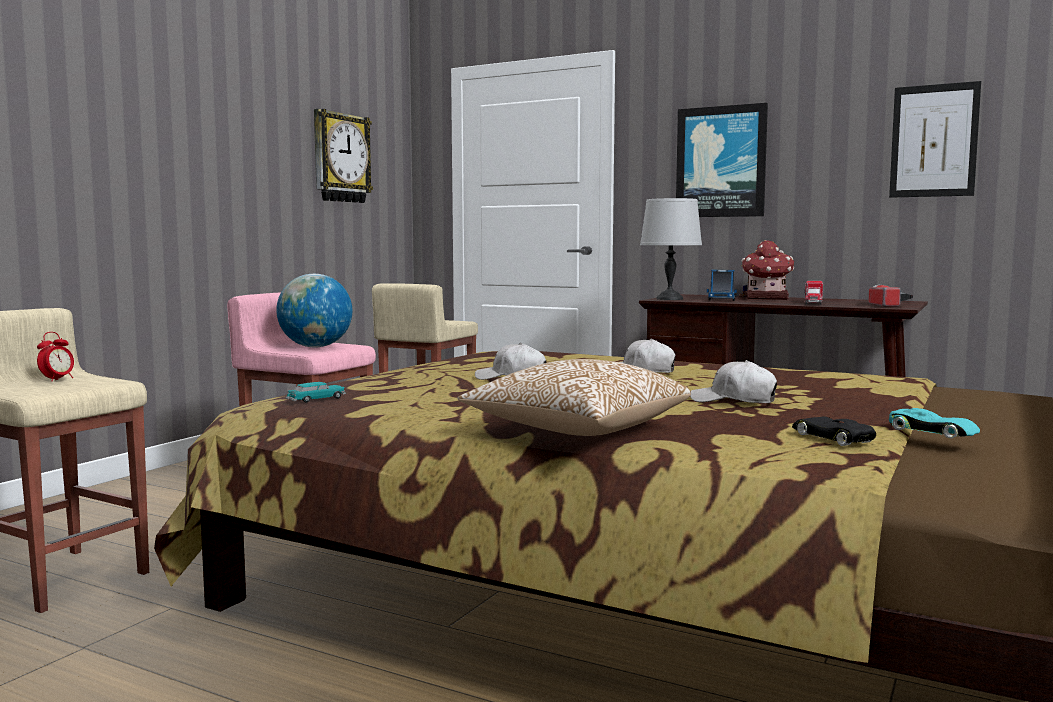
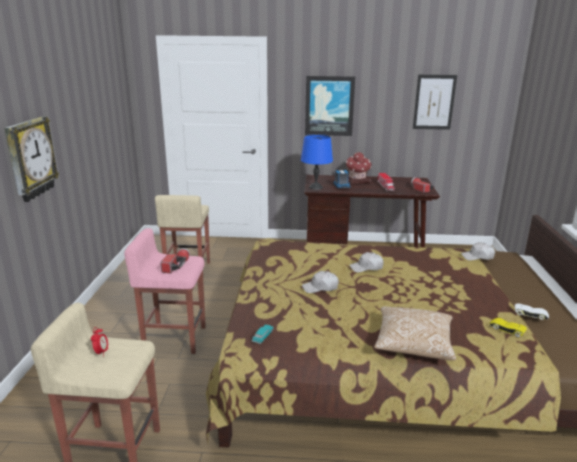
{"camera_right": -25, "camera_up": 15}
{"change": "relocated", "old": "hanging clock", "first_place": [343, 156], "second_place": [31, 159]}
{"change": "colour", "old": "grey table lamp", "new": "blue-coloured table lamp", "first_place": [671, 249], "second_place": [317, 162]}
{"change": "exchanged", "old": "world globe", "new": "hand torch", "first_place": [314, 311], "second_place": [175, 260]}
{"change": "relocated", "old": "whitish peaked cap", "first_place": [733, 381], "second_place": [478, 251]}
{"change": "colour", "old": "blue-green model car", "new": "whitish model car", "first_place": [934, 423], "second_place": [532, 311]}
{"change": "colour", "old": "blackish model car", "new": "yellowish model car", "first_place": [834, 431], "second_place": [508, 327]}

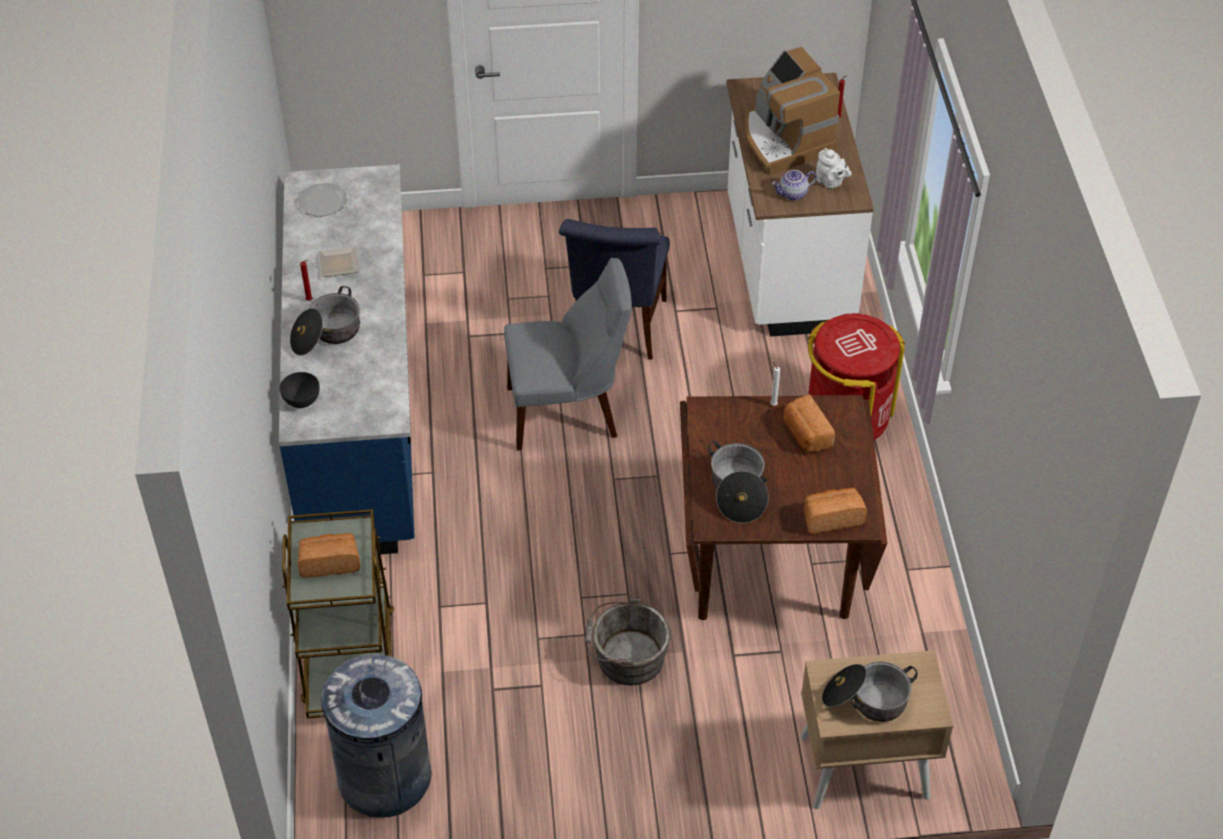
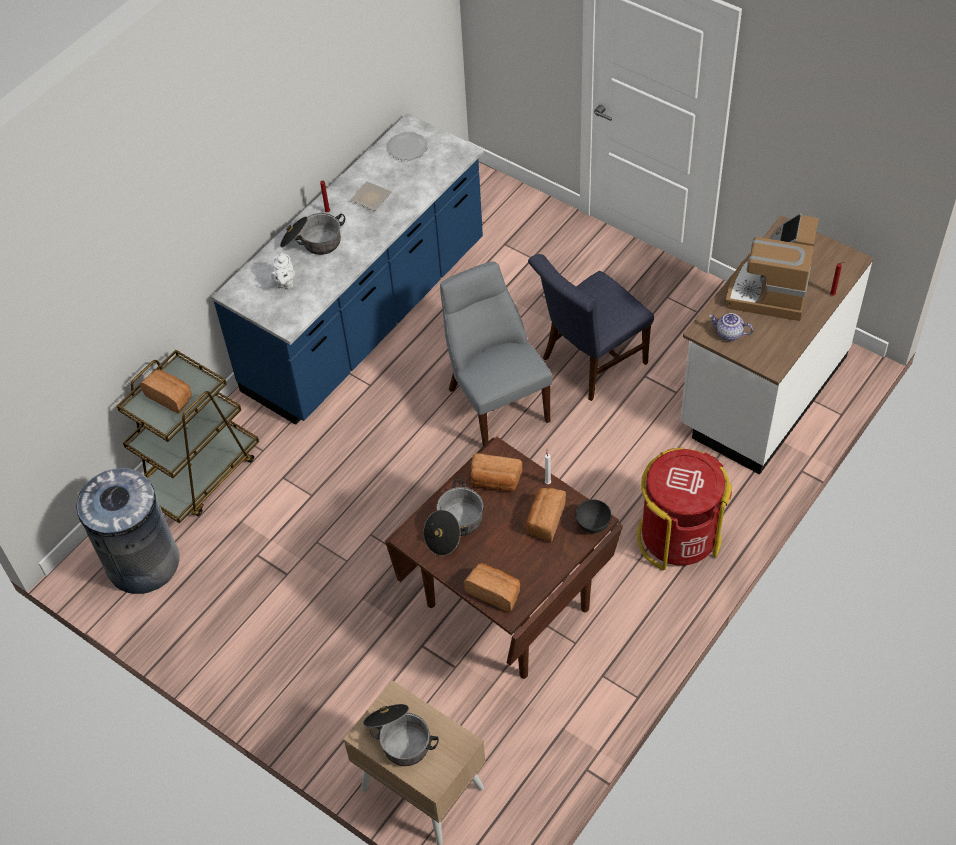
{"camera_right": 45, "camera_up": 5}
{"change": "relocated", "old": "whitish teapot", "first_place": [833, 168], "second_place": [283, 271]}
{"change": "spun", "old": "grey chair", "first_place": [568, 353], "second_place": [496, 353], "degrees": -150}
{"change": "relocated", "old": "grey deep dish", "first_place": [299, 390], "second_place": [593, 516]}
{"change": "missing", "old": "grey bucket", "first_place": [627, 641]}
{"change": "appeared", "new": "baked bread", "second_place": [496, 472]}

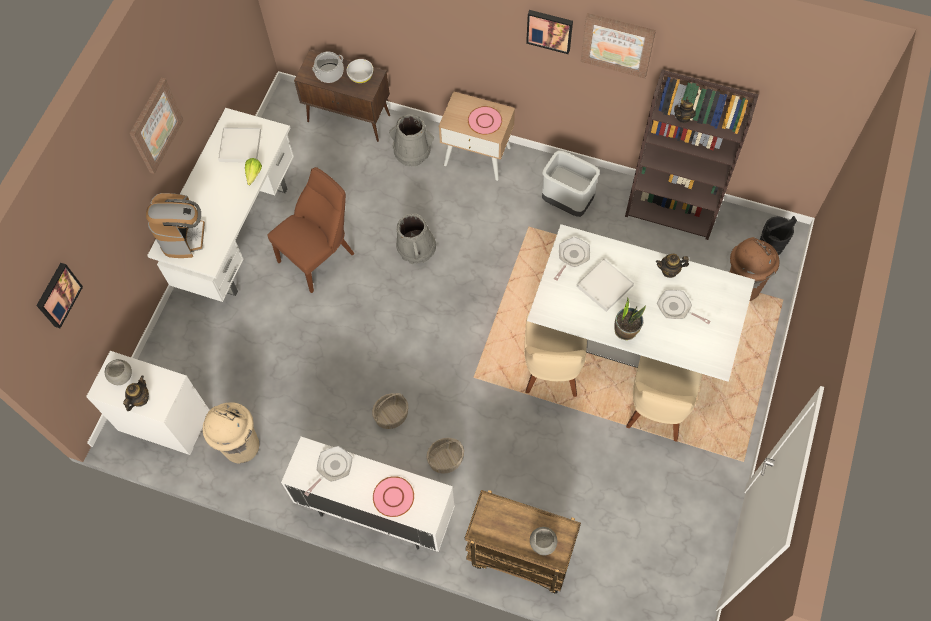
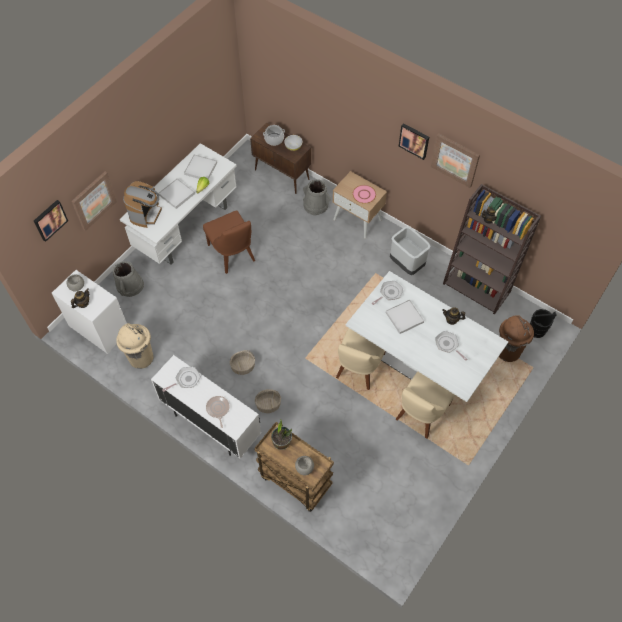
{"camera_right": 15, "camera_up": -5}
{"change": "relocated", "old": "picture", "first_place": [156, 126], "second_place": [94, 201]}
{"change": "spun", "old": "brownish chair", "first_place": [311, 230], "second_place": [229, 242], "degrees": 90}
{"change": "relocated", "old": "grey bucket", "first_place": [416, 238], "second_place": [128, 279]}
{"change": "relocated", "old": "plant in a pot", "first_place": [630, 318], "second_place": [281, 435]}
{"change": "exchanged", "old": "pink flat dish", "new": "skillet", "first_place": [393, 496], "second_place": [218, 412]}
{"change": "appeared", "new": "whitish tray", "second_place": [176, 194]}

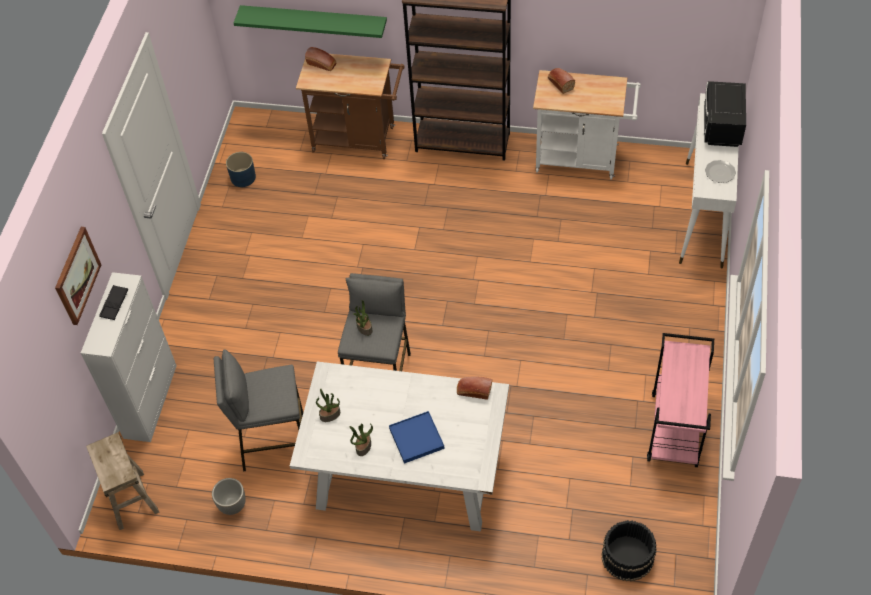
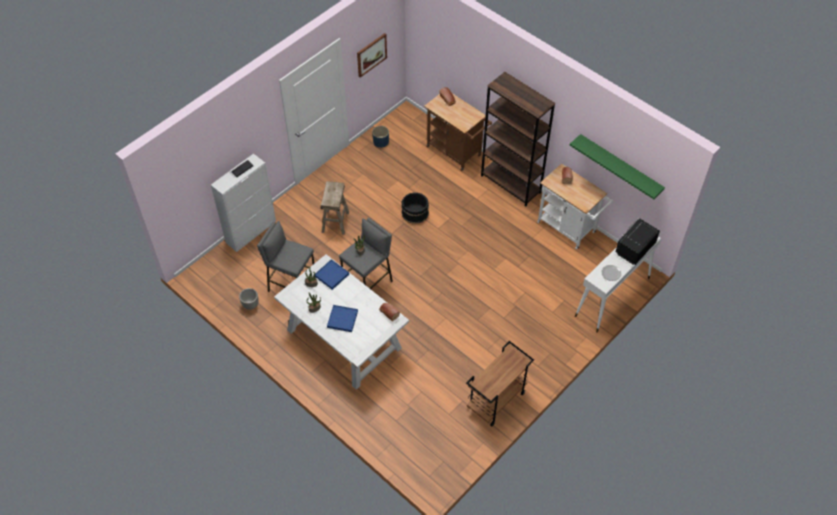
{"camera_right": 30, "camera_up": 0}
{"change": "relocated", "old": "green shelf", "first_place": [310, 21], "second_place": [617, 166]}
{"change": "relocated", "old": "picture", "first_place": [78, 276], "second_place": [372, 55]}
{"change": "colour", "old": "pink wheeled cart", "new": "brownish wheeled cart", "first_place": [680, 400], "second_place": [500, 383]}
{"change": "relocated", "old": "beige-coloured sitting stool", "first_place": [122, 481], "second_place": [335, 208]}
{"change": "relocated", "old": "blackish bucket", "first_place": [629, 551], "second_place": [415, 208]}
{"change": "appeared", "new": "blue-coloured tray", "second_place": [331, 274]}

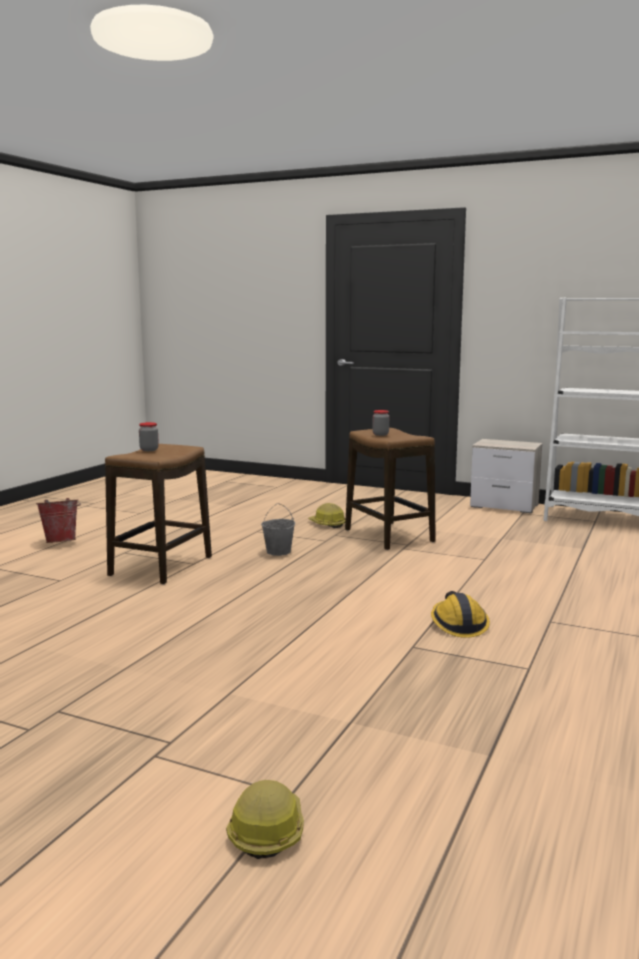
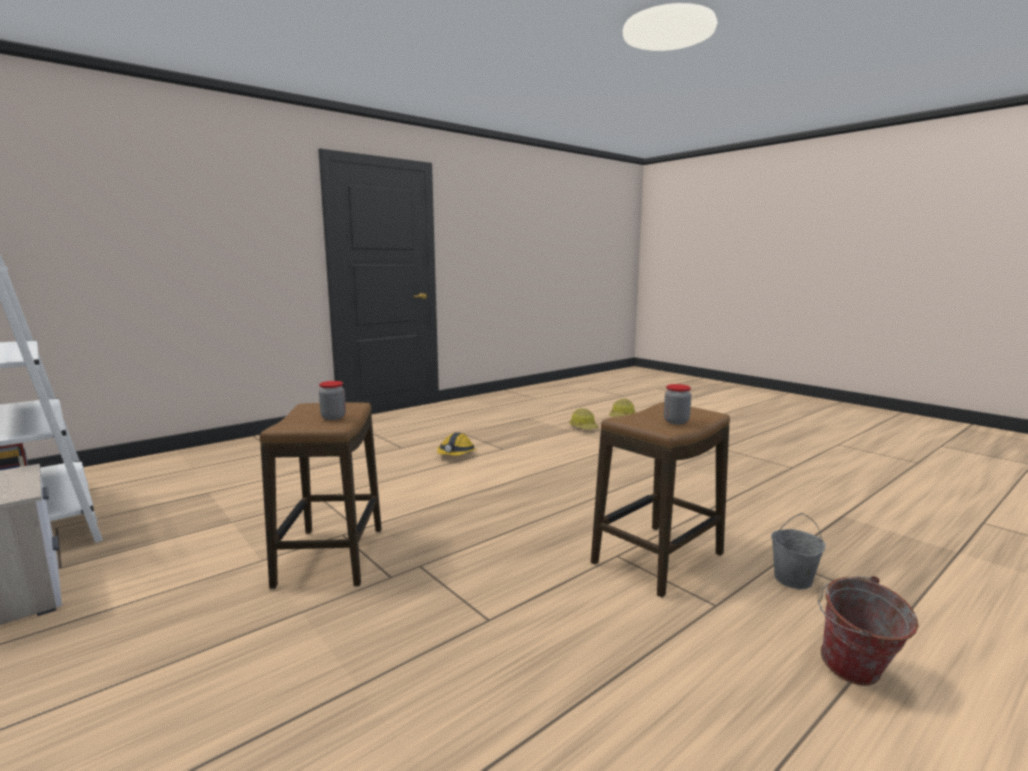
{"camera_right": -155, "camera_up": 0}
{"change": "relocated", "old": "grey bucket", "first_place": [278, 529], "second_place": [798, 551]}
{"change": "relocated", "old": "work helmet", "first_place": [327, 515], "second_place": [583, 418]}

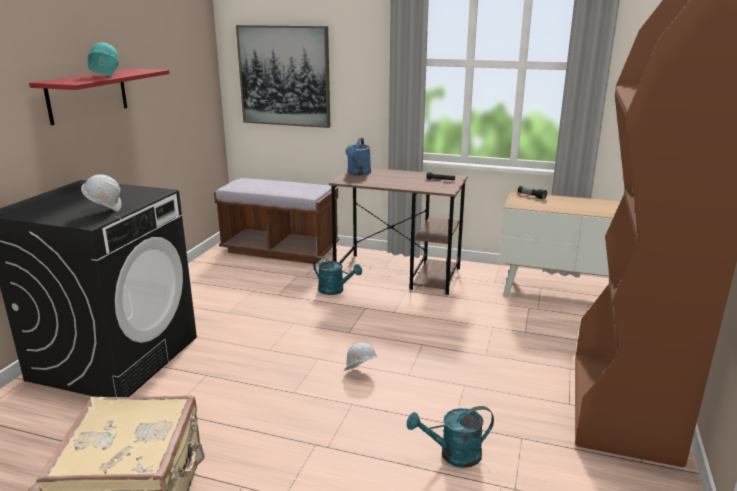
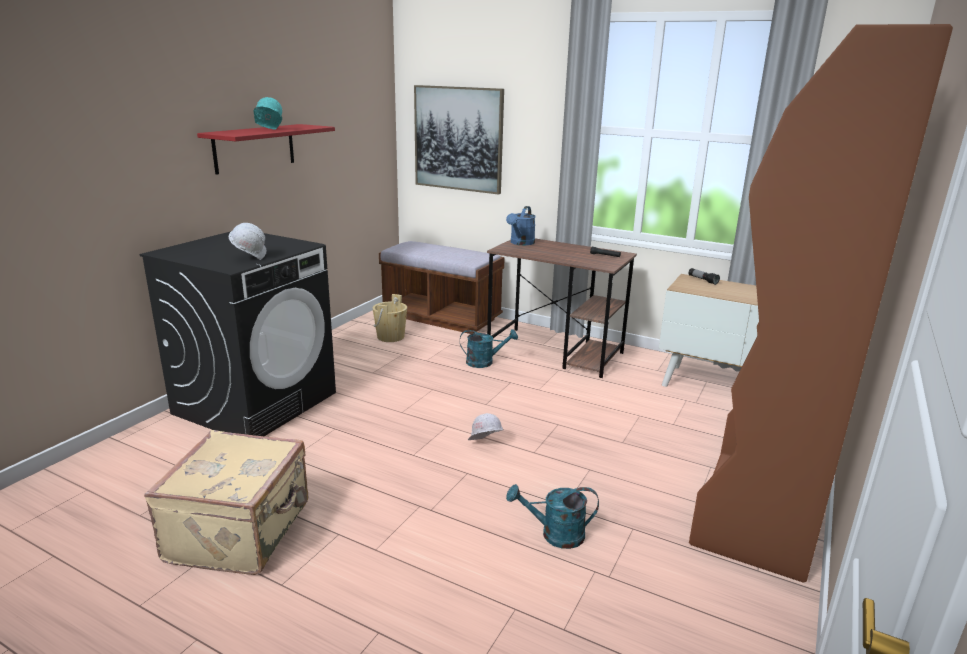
{"camera_right": 10, "camera_up": 0}
{"change": "spun", "old": "blue-green watering pot", "first_place": [337, 275], "second_place": [489, 349], "degrees": -45}
{"change": "appeared", "new": "beige-coloured bucket", "second_place": [390, 318]}

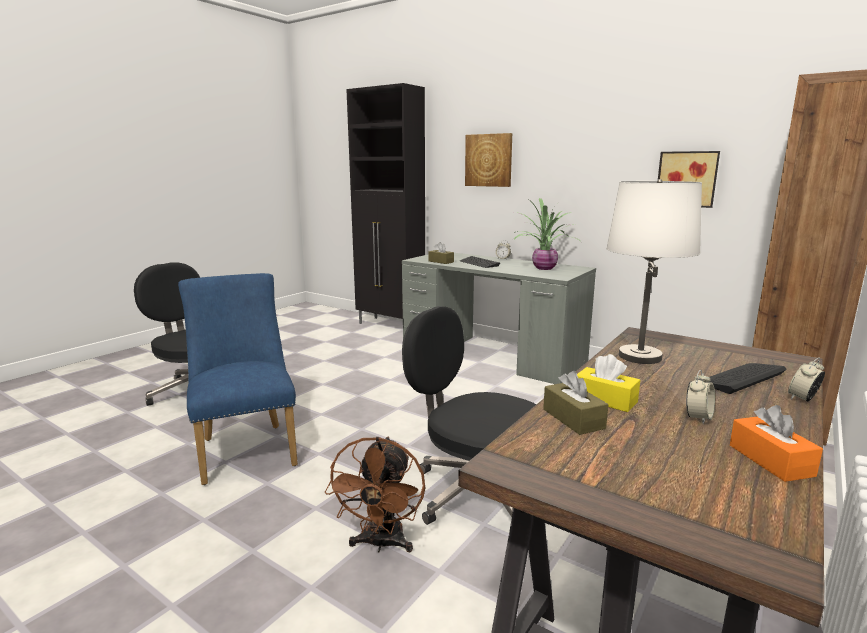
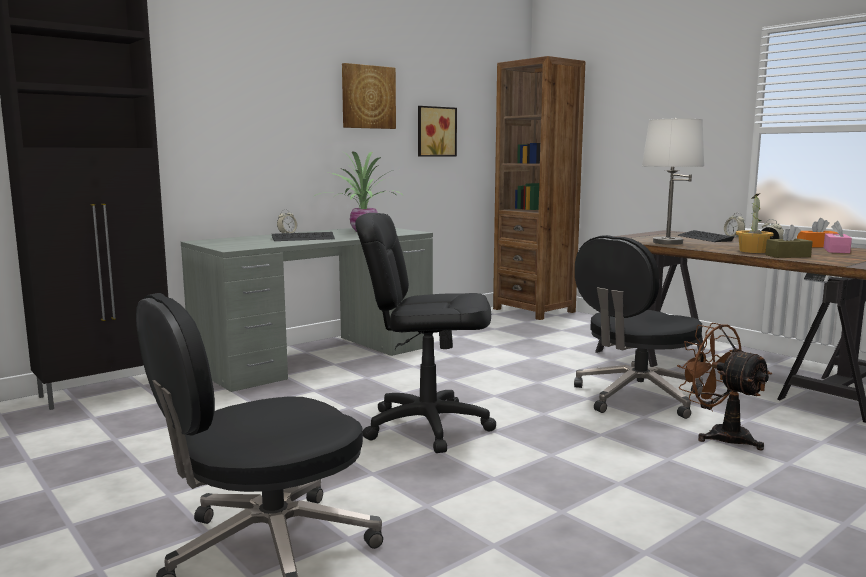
{"camera_right": -75, "camera_up": -5}
{"change": "relocated", "old": "picture", "first_place": [488, 160], "second_place": [369, 96]}
{"change": "missing", "old": "brownish tissue holder", "first_place": [441, 253]}
{"change": "missing", "old": "blue-coloured chair", "first_place": [238, 379]}
{"change": "exchanged", "old": "yellowish tissue holder", "new": "plant in a pot", "first_place": [608, 383], "second_place": [755, 223]}
{"change": "spun", "old": "brownish electric fan", "first_place": [375, 494], "second_place": [724, 386], "degrees": -150}
{"change": "appeared", "new": "blackish computer chair", "second_place": [425, 333]}
{"change": "appeared", "new": "pink tissue holder", "second_place": [837, 237]}

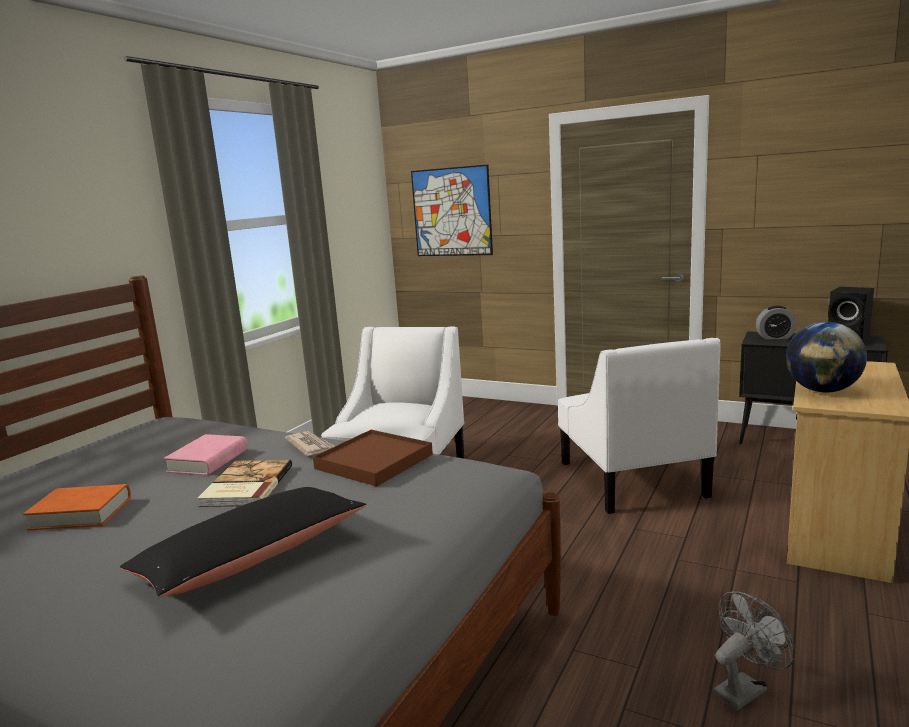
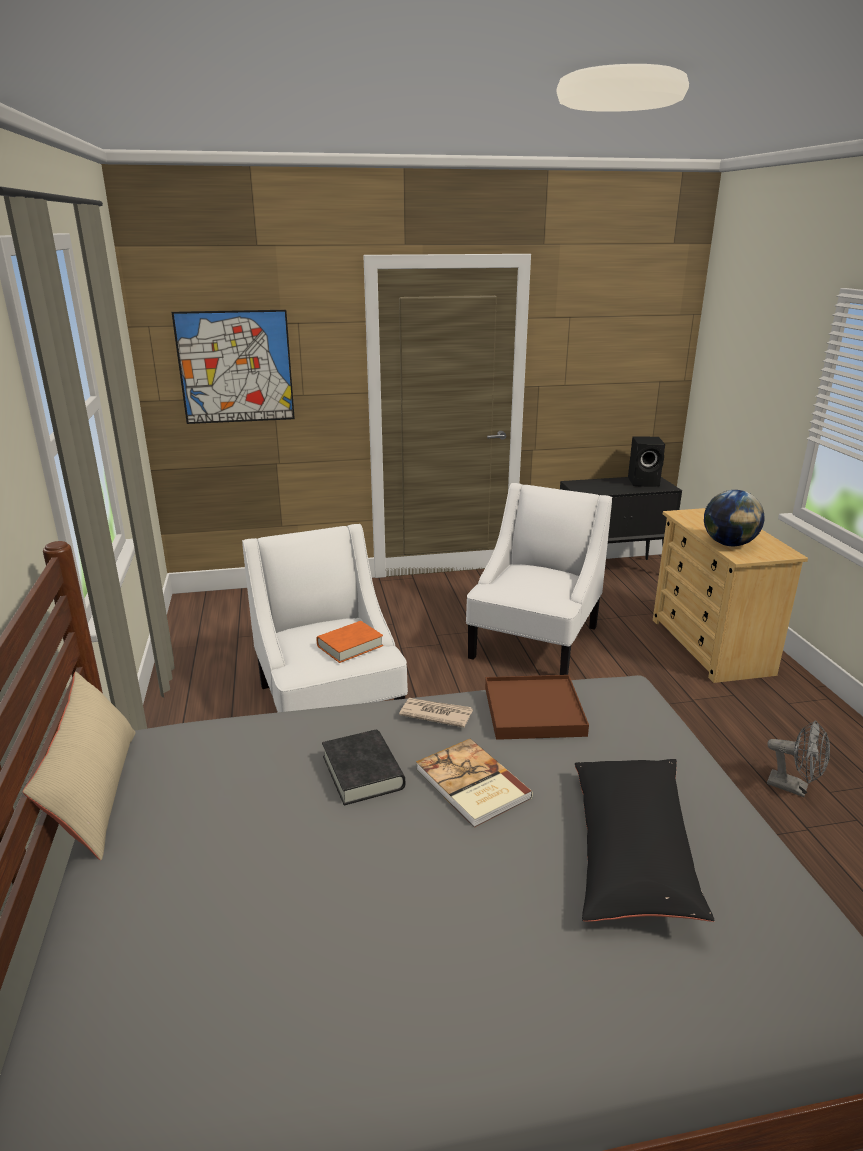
{"camera_right": -40, "camera_up": 10}
{"change": "missing", "old": "alarm clock", "first_place": [776, 322]}
{"change": "spun", "old": "whitish armchair", "first_place": [639, 426], "second_place": [539, 579], "degrees": -105}
{"change": "colour", "old": "pink book", "new": "blackish book", "first_place": [206, 454], "second_place": [363, 768]}
{"change": "relocated", "old": "orange book", "first_place": [77, 507], "second_place": [349, 642]}
{"change": "spun", "old": "grey electric fan", "first_place": [754, 651], "second_place": [798, 758], "degrees": 105}
{"change": "appeared", "new": "beige-coloured throw pillow", "second_place": [79, 765]}

